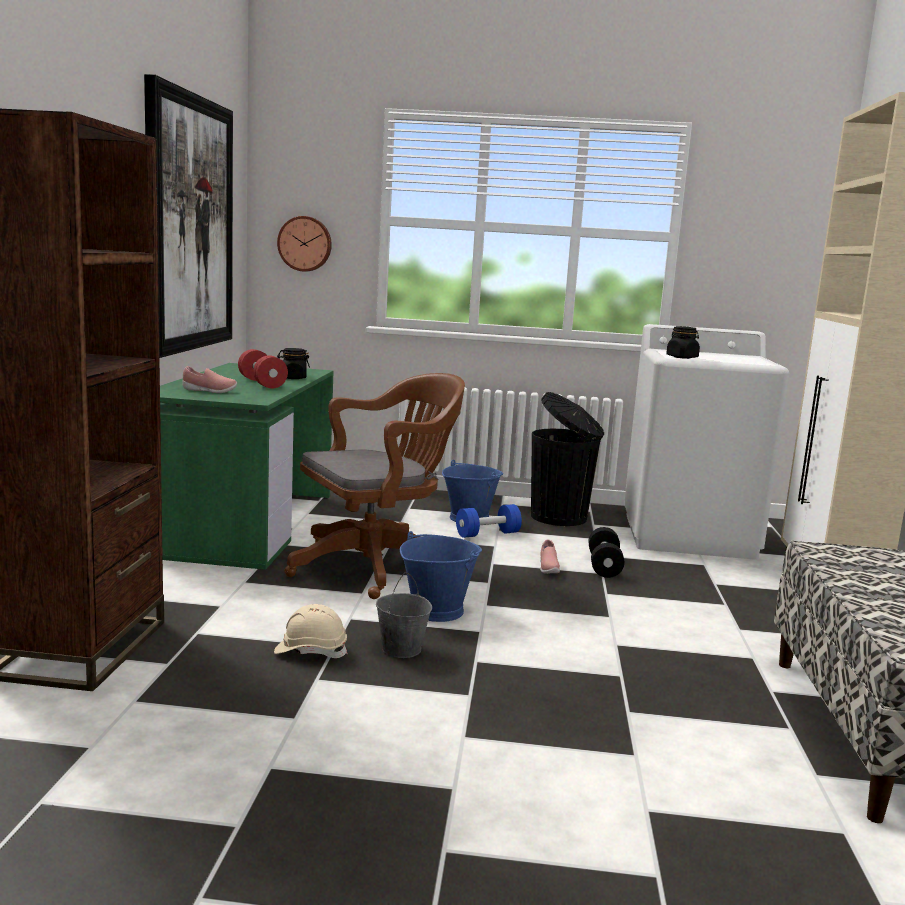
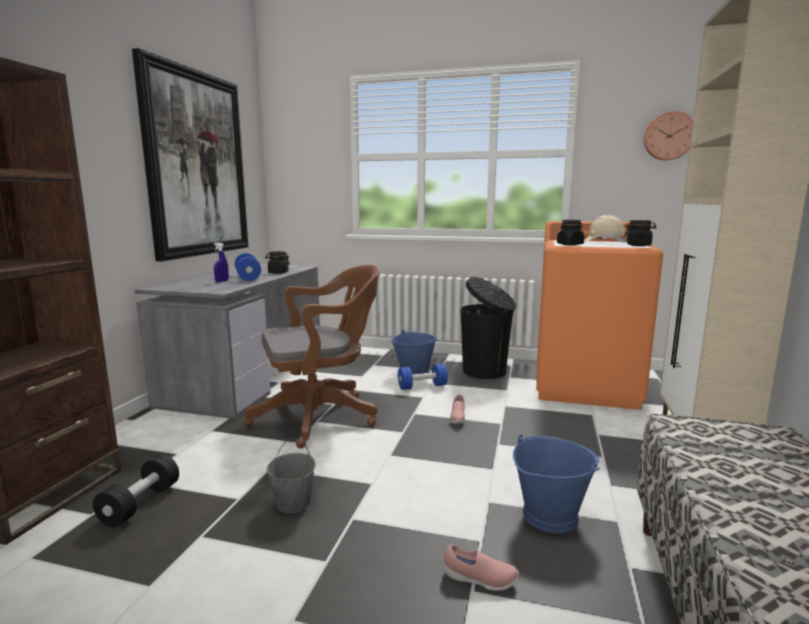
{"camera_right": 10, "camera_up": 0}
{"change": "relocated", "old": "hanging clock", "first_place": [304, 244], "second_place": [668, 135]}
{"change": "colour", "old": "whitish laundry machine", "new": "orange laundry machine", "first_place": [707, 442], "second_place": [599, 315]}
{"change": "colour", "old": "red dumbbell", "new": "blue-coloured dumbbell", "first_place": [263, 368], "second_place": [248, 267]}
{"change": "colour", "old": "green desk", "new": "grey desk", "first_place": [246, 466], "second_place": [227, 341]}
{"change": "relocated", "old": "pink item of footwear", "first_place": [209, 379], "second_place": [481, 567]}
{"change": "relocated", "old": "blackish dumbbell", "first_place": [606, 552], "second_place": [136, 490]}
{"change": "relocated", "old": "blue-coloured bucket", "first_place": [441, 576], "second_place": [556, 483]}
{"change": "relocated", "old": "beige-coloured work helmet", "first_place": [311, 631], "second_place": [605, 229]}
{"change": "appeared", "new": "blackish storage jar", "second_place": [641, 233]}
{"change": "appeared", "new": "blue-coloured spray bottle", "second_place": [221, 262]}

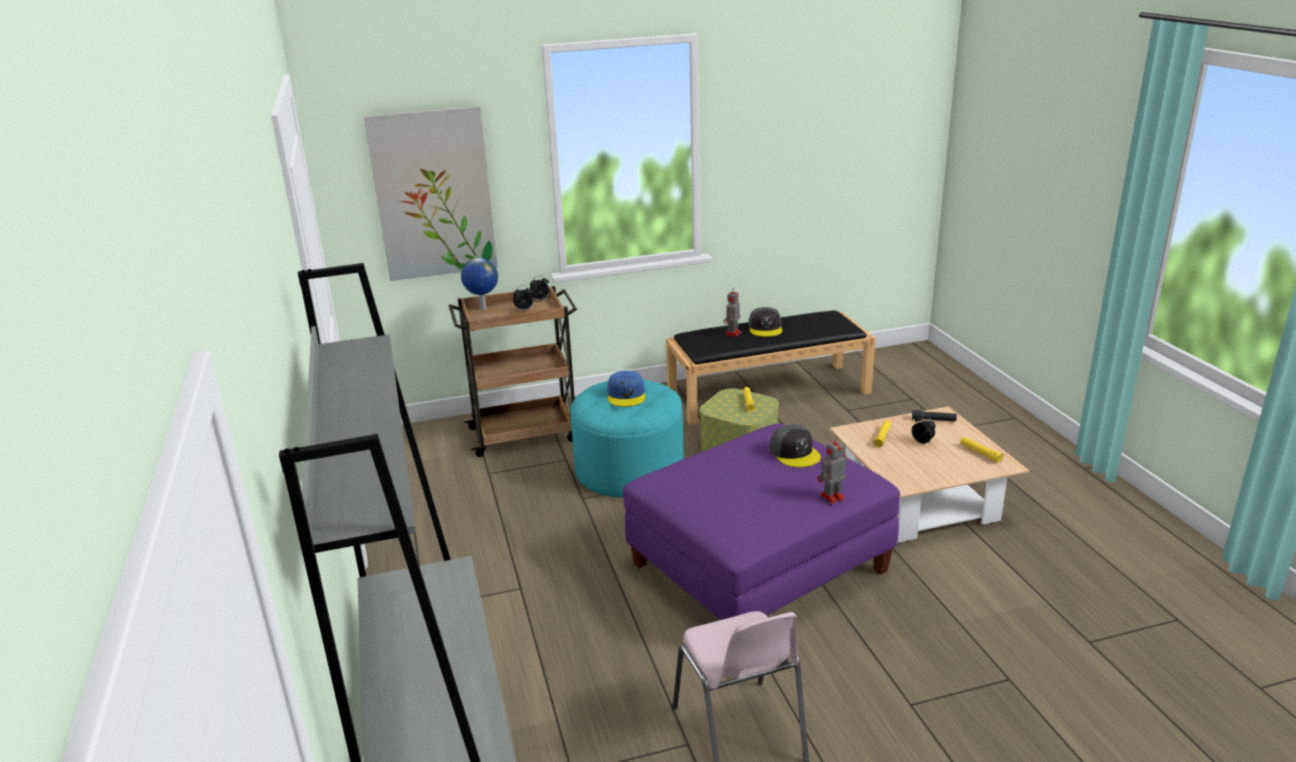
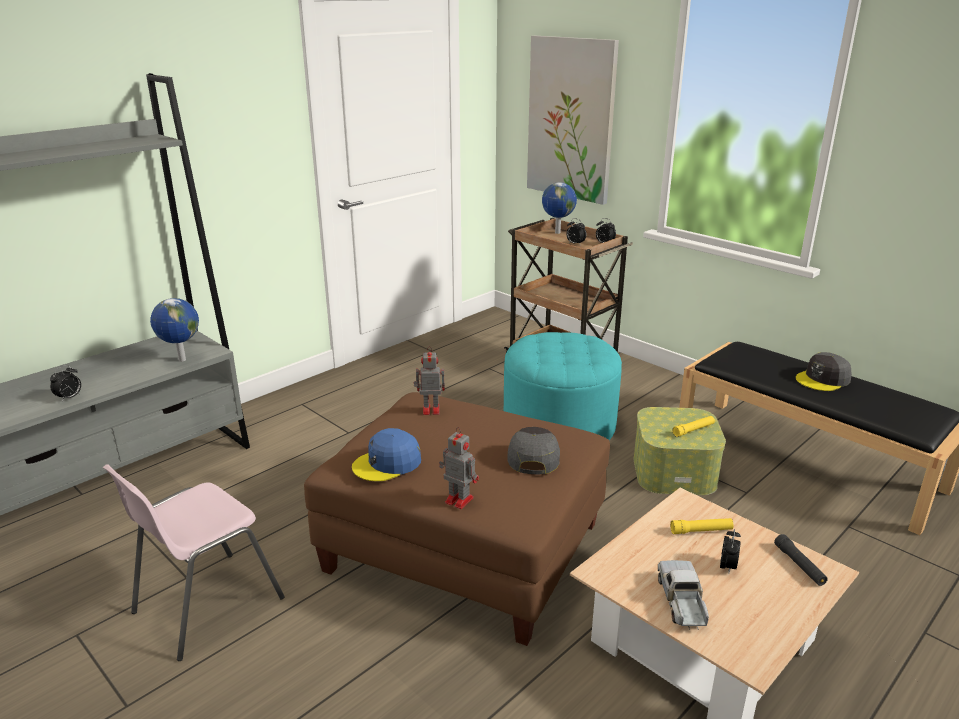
{"camera_right": 60, "camera_up": 0}
{"change": "relocated", "old": "model robot", "first_place": [732, 312], "second_place": [429, 380]}
{"change": "relocated", "old": "blue-coloured peaked cap", "first_place": [626, 389], "second_place": [386, 454]}
{"change": "colour", "old": "purple footrest", "new": "brownish footrest", "first_place": [761, 522], "second_place": [457, 519]}
{"change": "spun", "old": "grey peaked cap", "first_place": [795, 445], "second_place": [534, 450], "degrees": 150}
{"change": "missing", "old": "yellowish hand torch", "first_place": [981, 450]}
{"change": "appeared", "new": "world globe", "second_place": [174, 330]}
{"change": "appeared", "new": "alarm clock", "second_place": [65, 383]}
{"change": "appeared", "new": "toy truck", "second_place": [683, 595]}

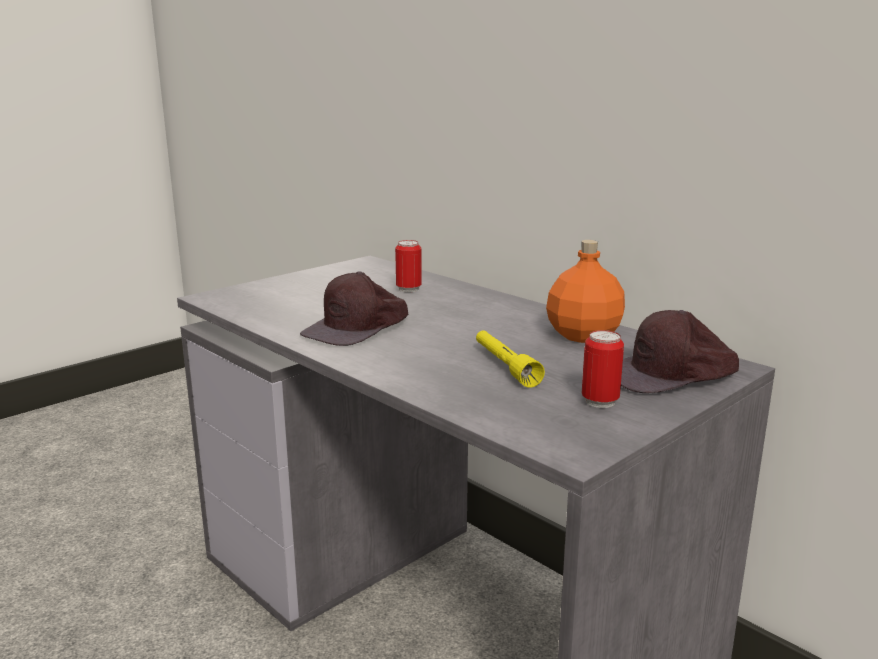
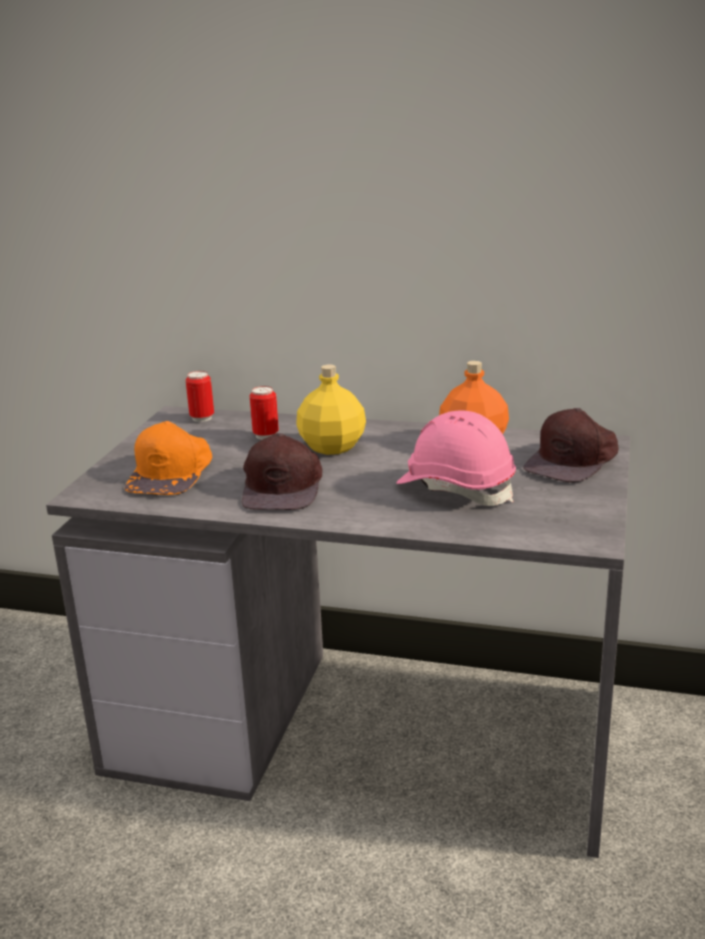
{"camera_right": -30, "camera_up": 5}
{"change": "relocated", "old": "metal can", "first_place": [603, 369], "second_place": [200, 396]}
{"change": "exchanged", "old": "yellowish hand torch", "new": "pink work helmet", "first_place": [510, 359], "second_place": [456, 458]}
{"change": "appeared", "new": "yellowish drink bottle", "second_place": [331, 409]}
{"change": "appeared", "new": "orange peaked cap", "second_place": [168, 458]}

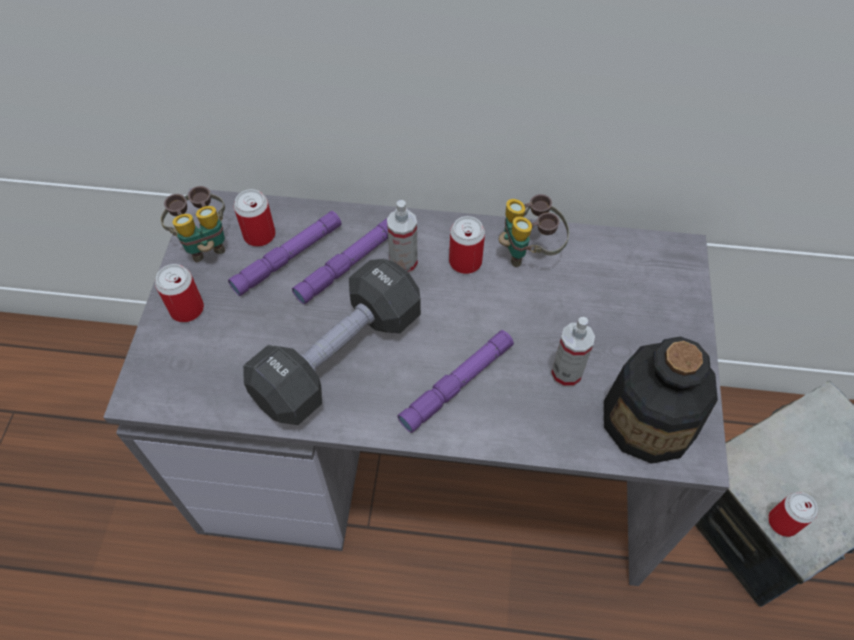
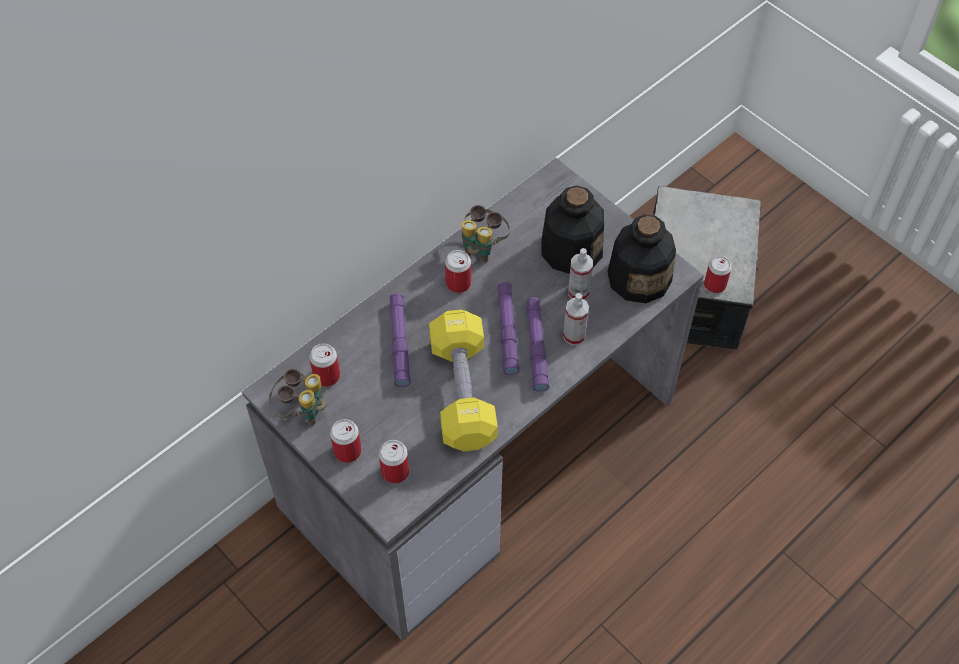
{"camera_right": -50, "camera_up": 0}
{"change": "relocated", "old": "spray bottle", "first_place": [402, 236], "second_place": [576, 319]}
{"change": "relocated", "old": "purple hand torch", "first_place": [285, 253], "second_place": [508, 328]}
{"change": "colour", "old": "blackish dumbbell", "new": "yellowish dumbbell", "first_place": [332, 342], "second_place": [463, 381]}
{"change": "appeared", "new": "drink bottle", "second_place": [572, 230]}
{"change": "appeared", "new": "metal can", "second_place": [394, 462]}

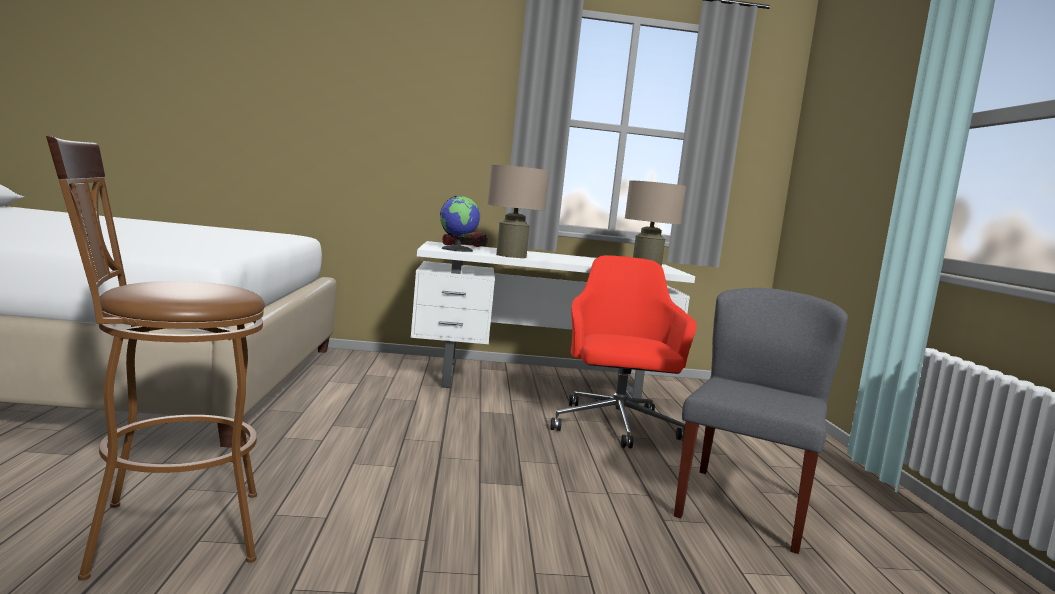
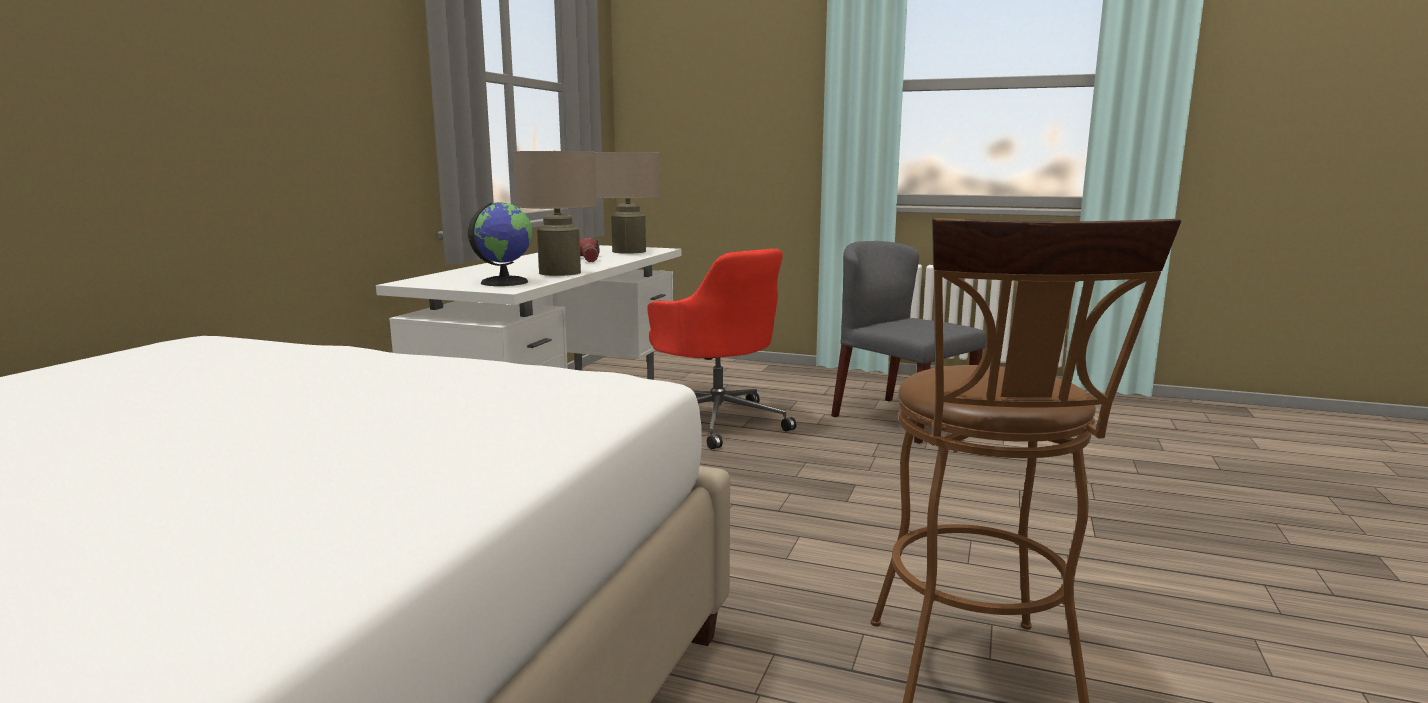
{"camera_right": -65, "camera_up": 5}
{"change": "relocated", "old": "hand torch", "first_place": [465, 239], "second_place": [589, 250]}
{"change": "spun", "old": "red computer chair", "first_place": [624, 351], "second_place": [721, 349], "degrees": -150}

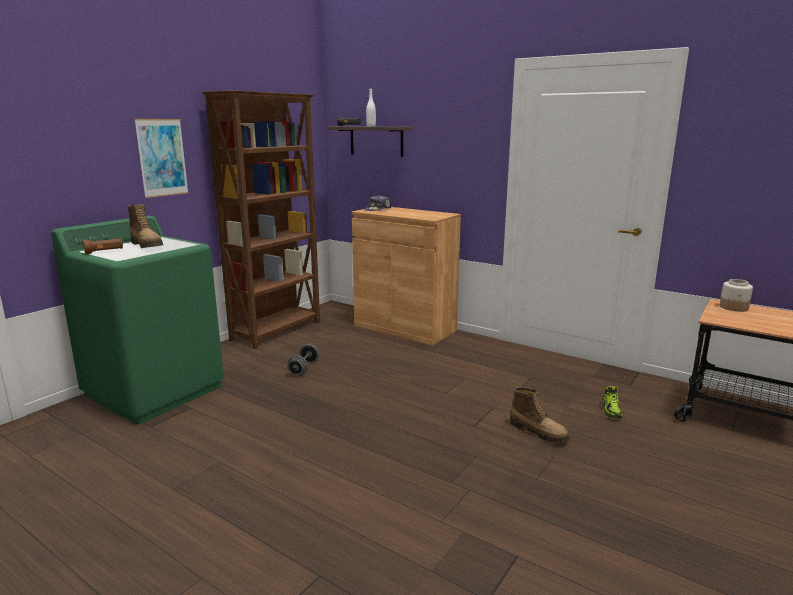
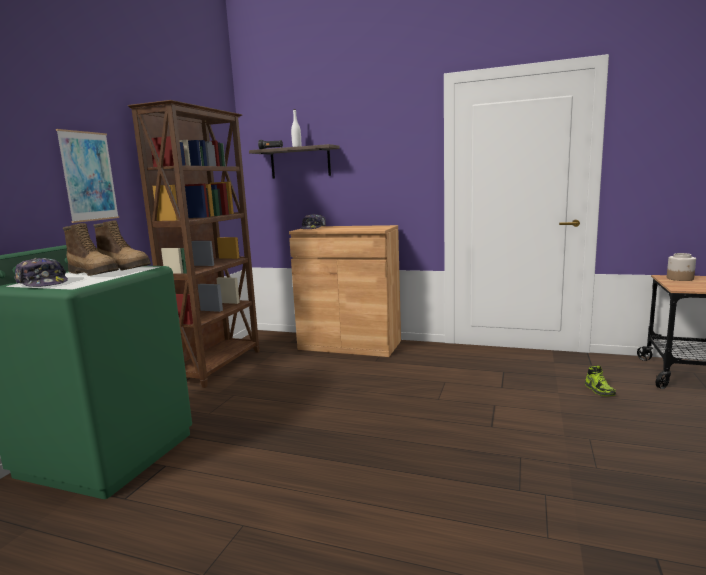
{"camera_right": -15, "camera_up": -5}
{"change": "exchanged", "old": "brownish hand torch", "new": "peaked cap", "first_place": [103, 246], "second_place": [41, 272]}
{"change": "missing", "old": "grey dumbbell", "first_place": [303, 360]}
{"change": "relocated", "old": "tall boot", "first_place": [540, 415], "second_place": [122, 245]}

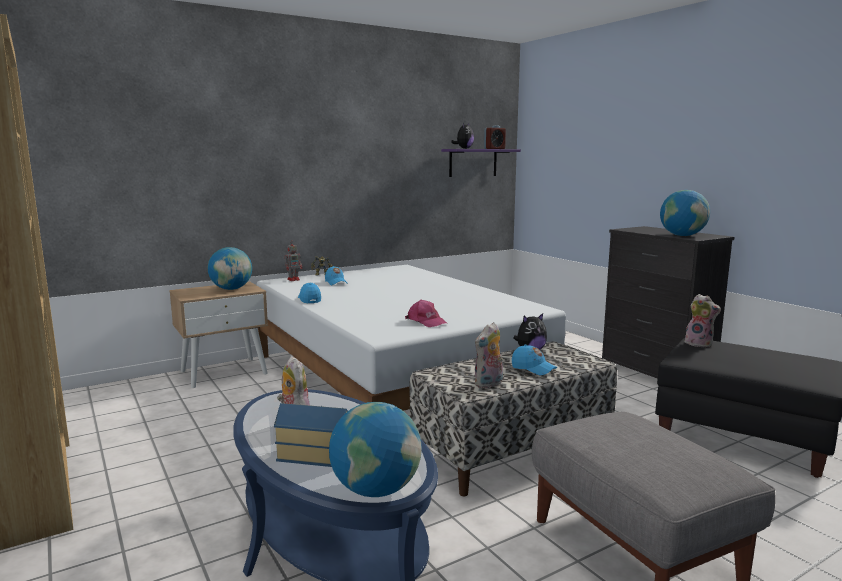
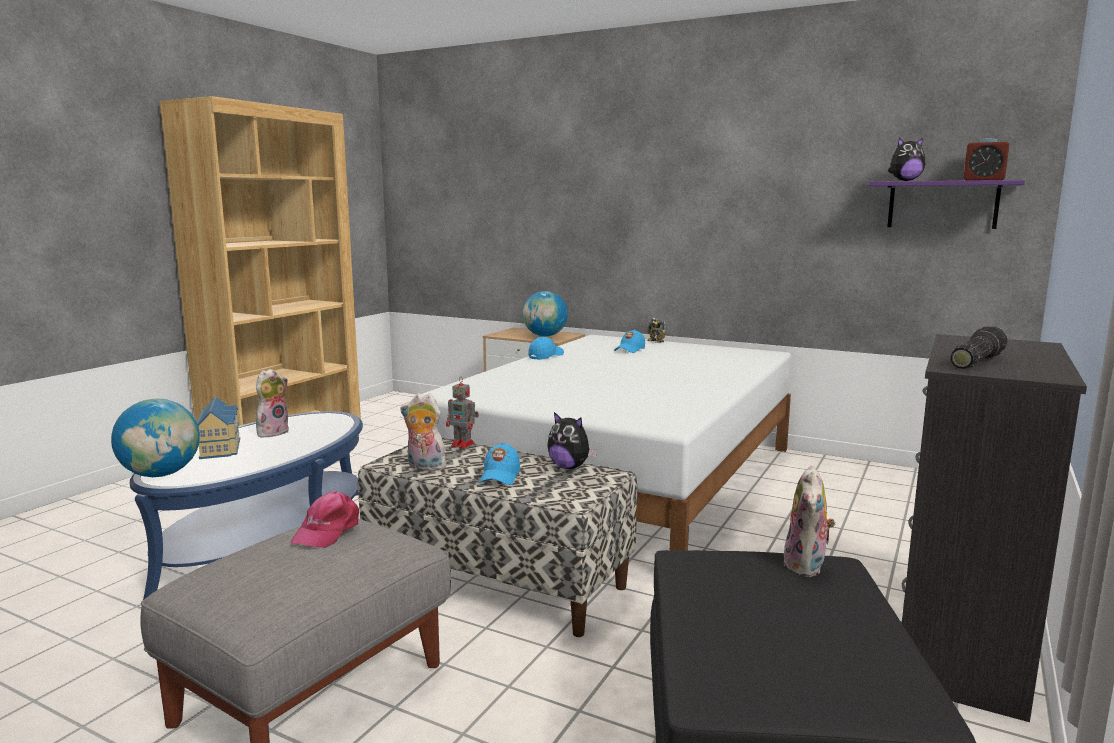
{"camera_right": 60, "camera_up": 0}
{"change": "exchanged", "old": "world globe", "new": "hand torch", "first_place": [685, 213], "second_place": [978, 347]}
{"change": "relocated", "old": "model robot", "first_place": [293, 262], "second_place": [462, 413]}
{"change": "relocated", "old": "pink peaked cap", "first_place": [426, 313], "second_place": [325, 519]}

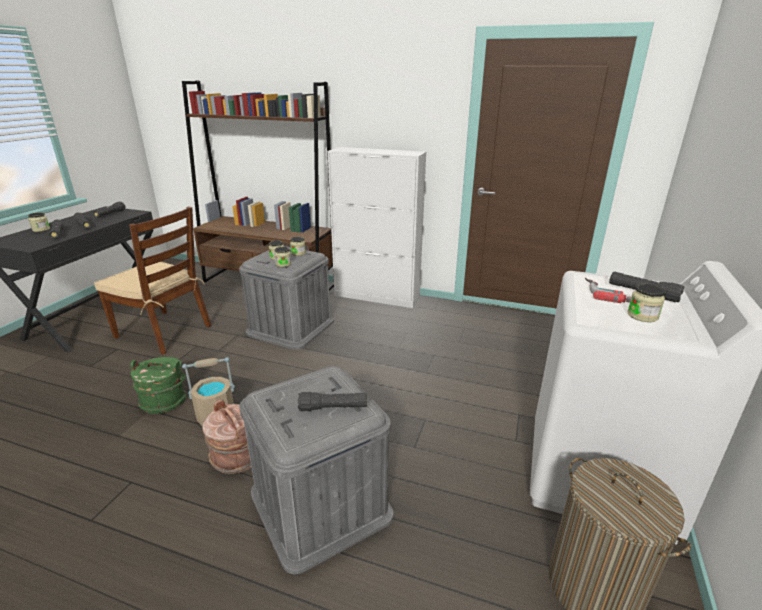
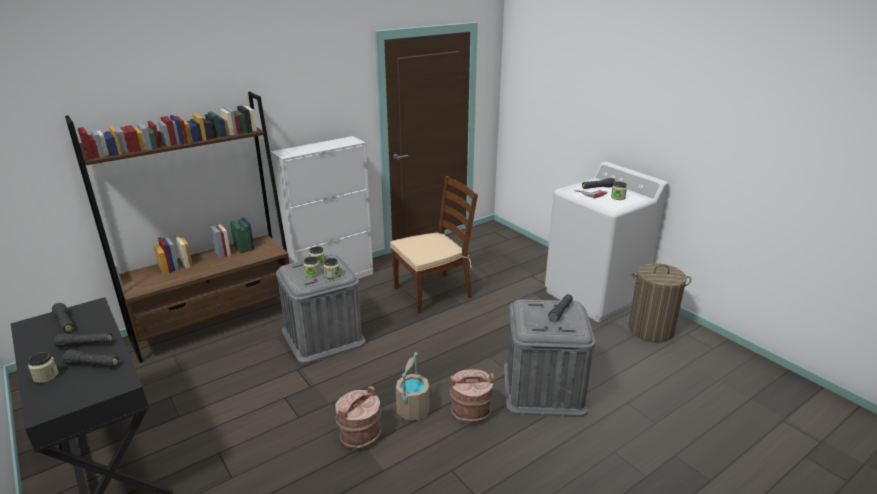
{"camera_right": -55, "camera_up": 0}
{"change": "relocated", "old": "brownish chair", "first_place": [152, 280], "second_place": [434, 245]}
{"change": "colour", "old": "green bucket", "new": "brownish bucket", "first_place": [158, 385], "second_place": [358, 418]}

